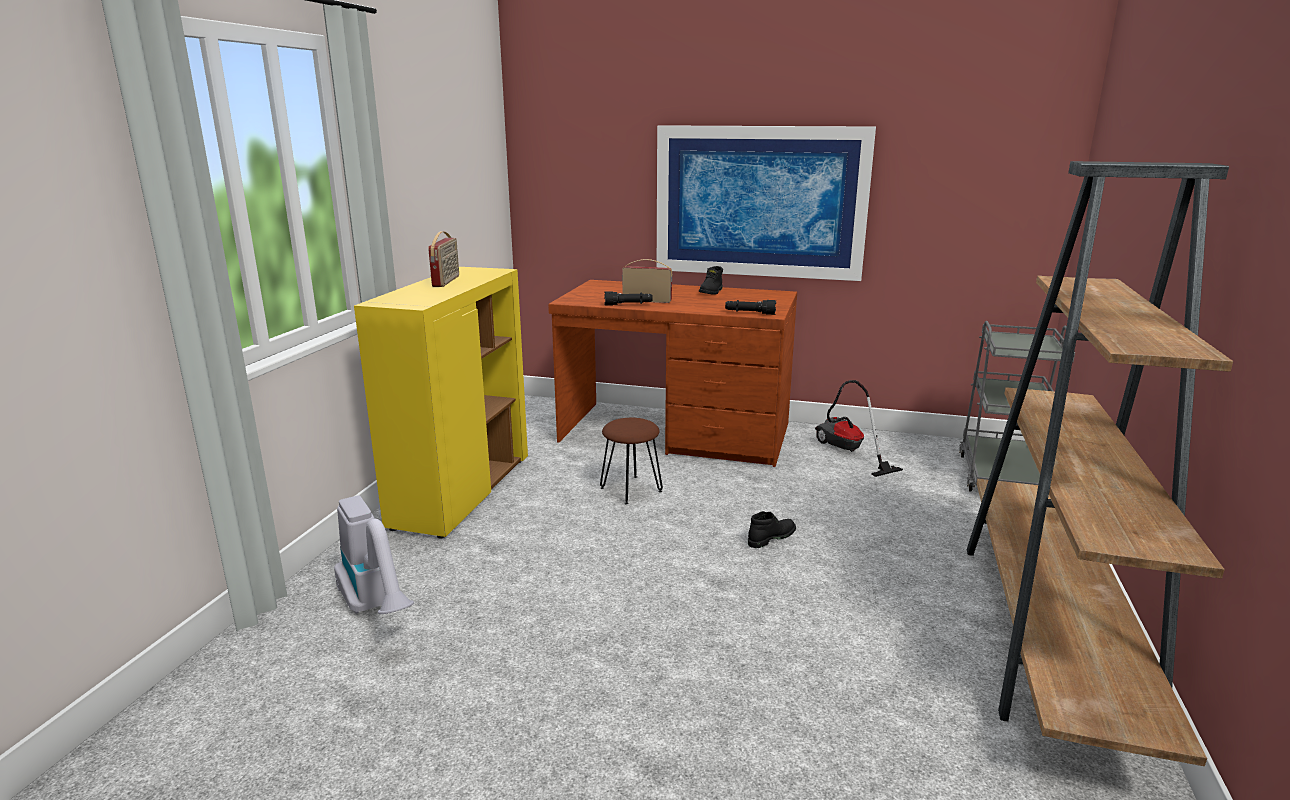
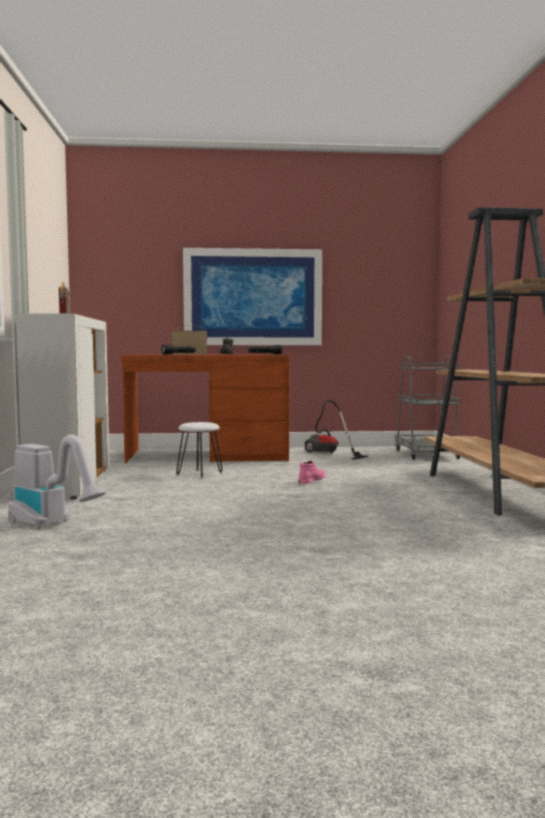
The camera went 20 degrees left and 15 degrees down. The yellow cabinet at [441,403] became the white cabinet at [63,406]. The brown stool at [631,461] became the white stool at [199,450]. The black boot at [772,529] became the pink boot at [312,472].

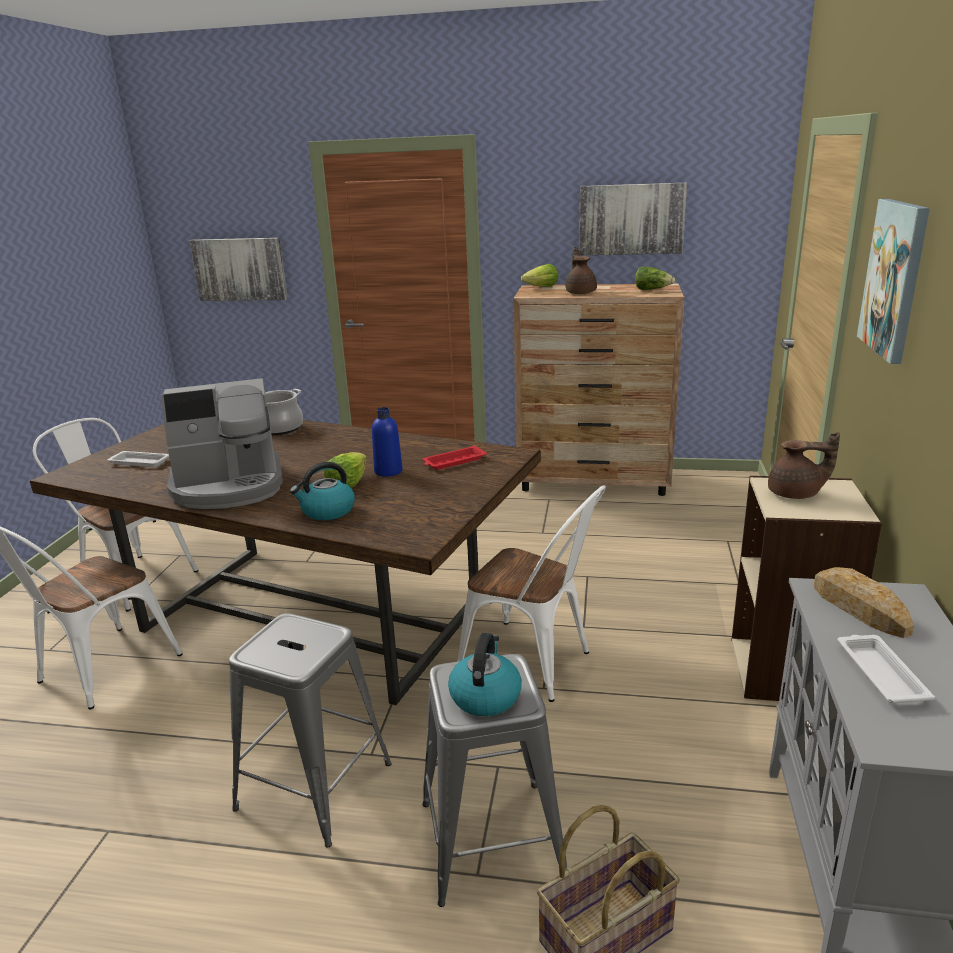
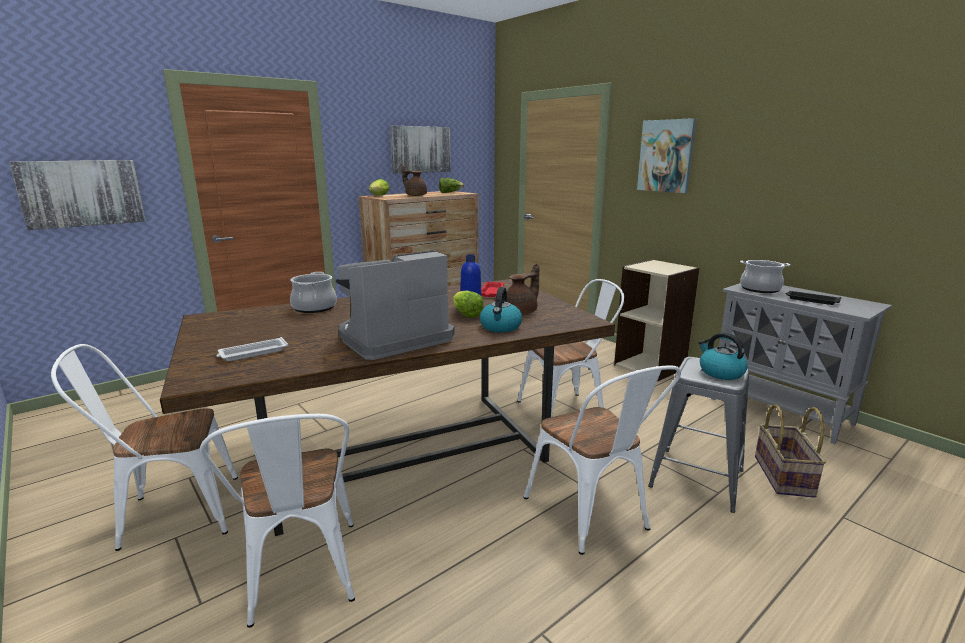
The camera went 50 degrees left and 5 degrees down. The brown teapot moved from [804,465] to [523,289]. The grey stool at [310,730] was replaced by the white chair at [602,460]. The bread at [864,602] was replaced by the cooking pot at [765,276]. The white tray at [886,669] became the black tray at [813,298]. The coffee machine at [222,443] turned 150 degrees counterclockwise.

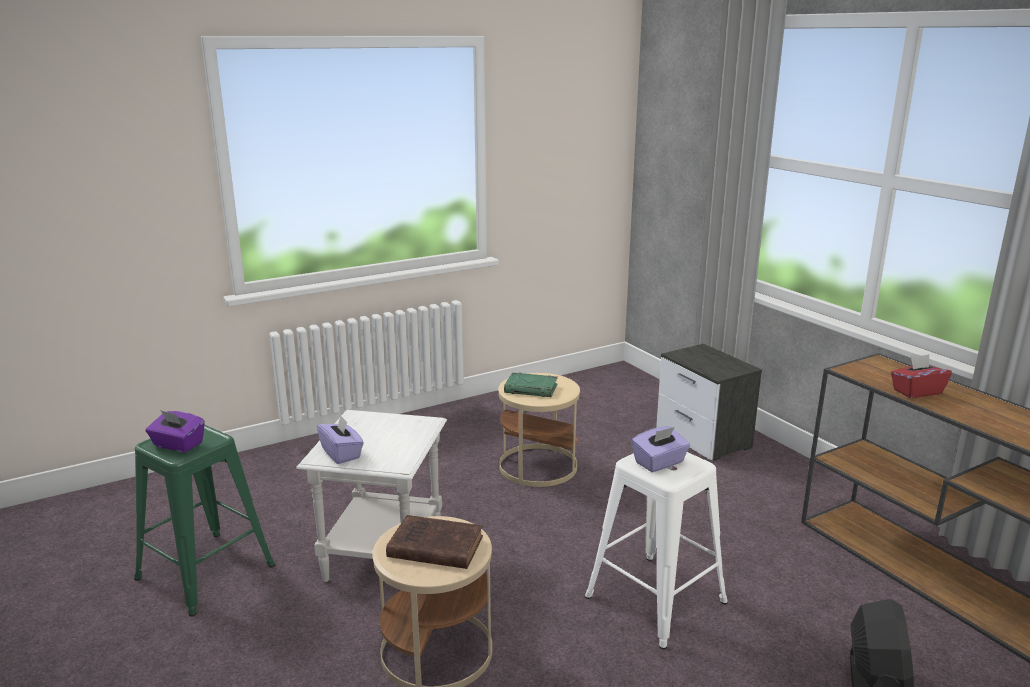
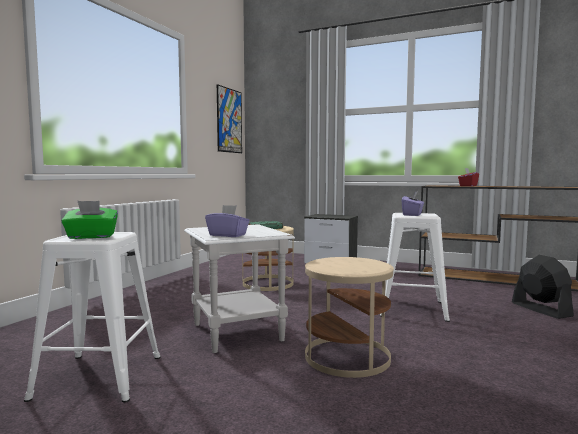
The camera went 35 degrees left and 15 degrees down. The brown book at [434,542] disappeared. The picture at [229,118] appeared. The green stool at [204,521] became the white stool at [92,317]. The purple tissue box at [175,432] became the green tissue box at [89,220].

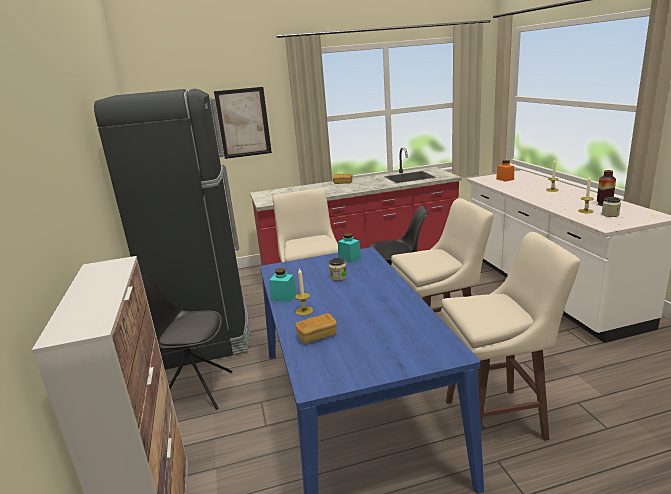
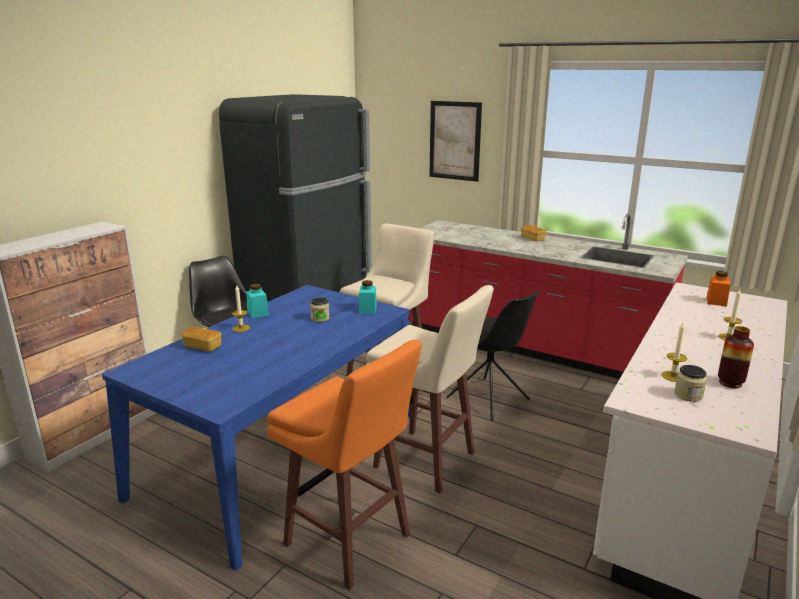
The camera went 45 degrees right and 0 degrees up. The beige stool at [510,336] became the orange stool at [344,465].

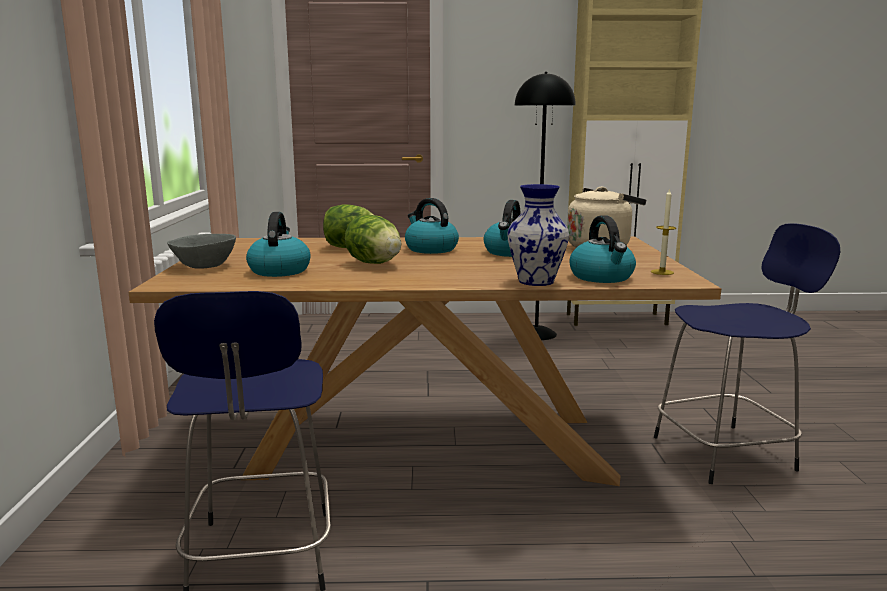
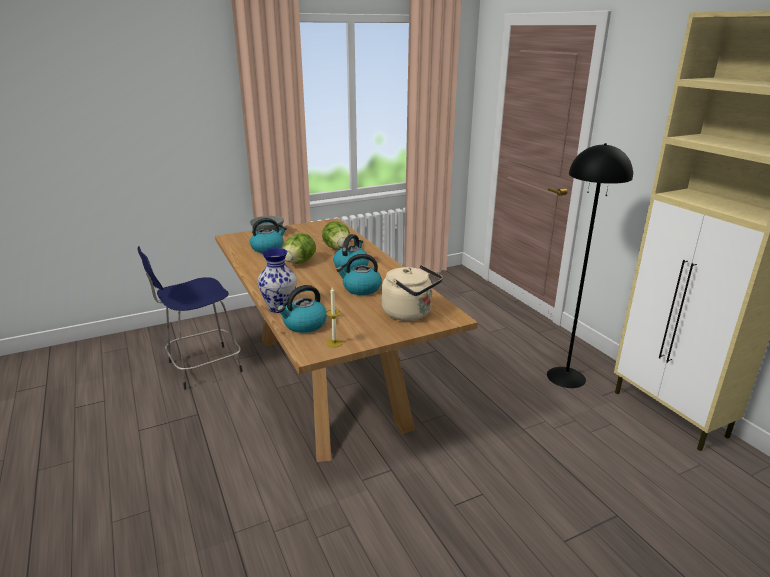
The camera went 65 degrees right and 10 degrees up. The blue stool at [747,353] disappeared.

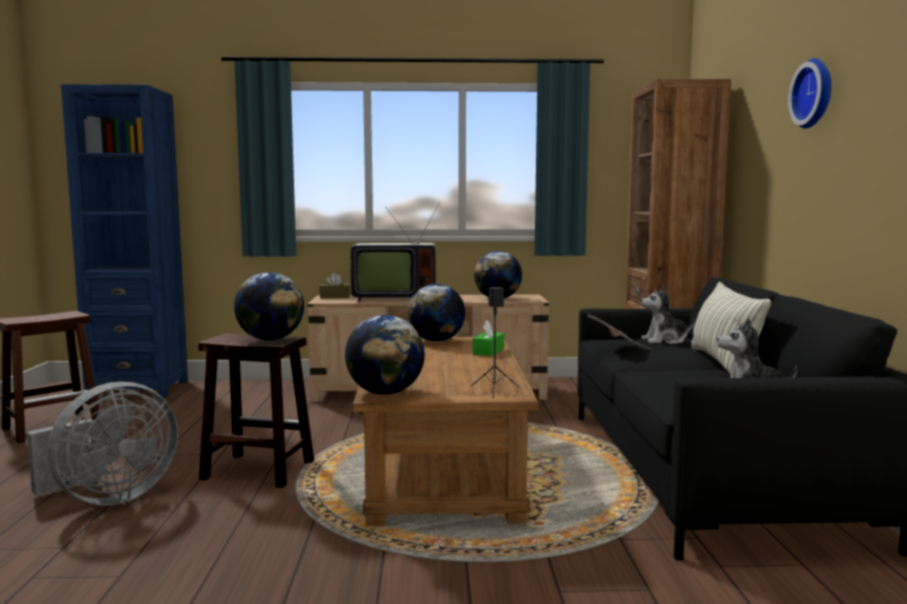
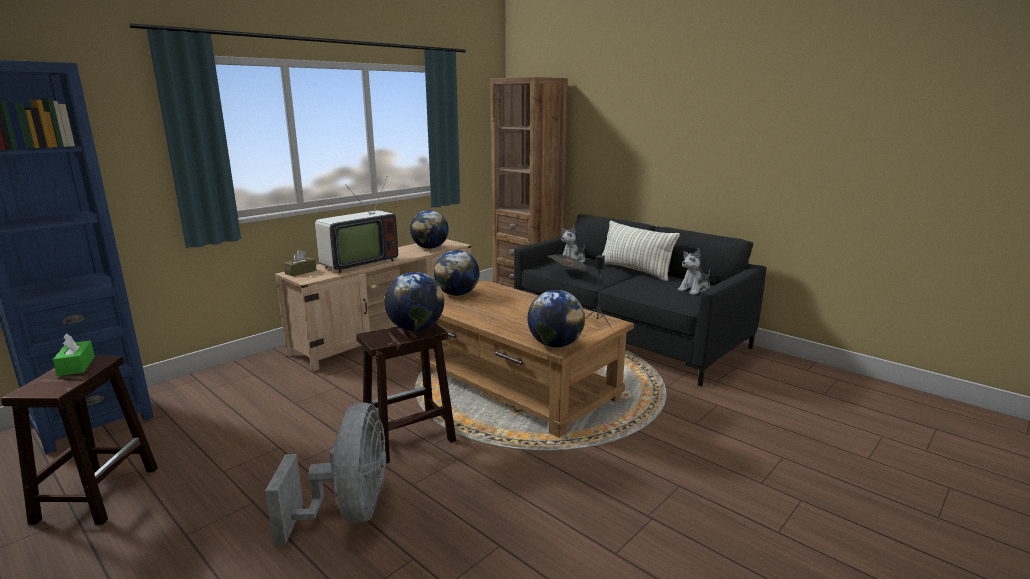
The camera went 45 degrees left and 10 degrees up. The wall clock at [809,93] disappeared. The green tissue box moved from [488,338] to [74,354].

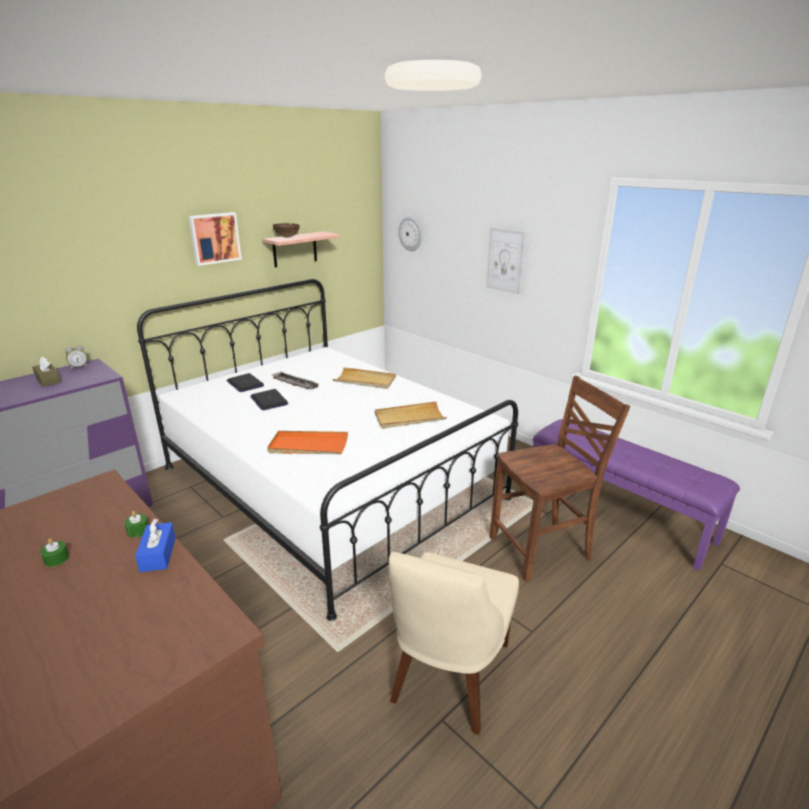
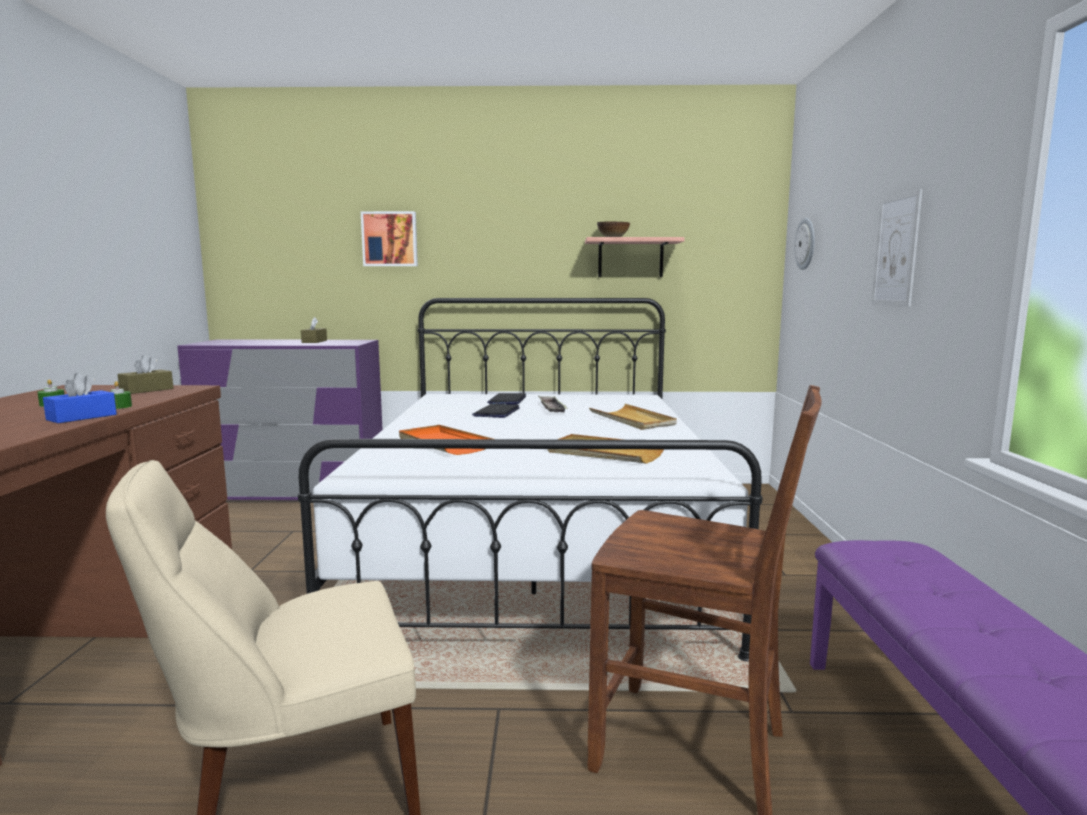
The camera went 45 degrees right and 15 degrees down. The alarm clock at [76,357] disappeared. The brown tissue box at [145,374] appeared. The picture moved from [215,239] to [389,238].

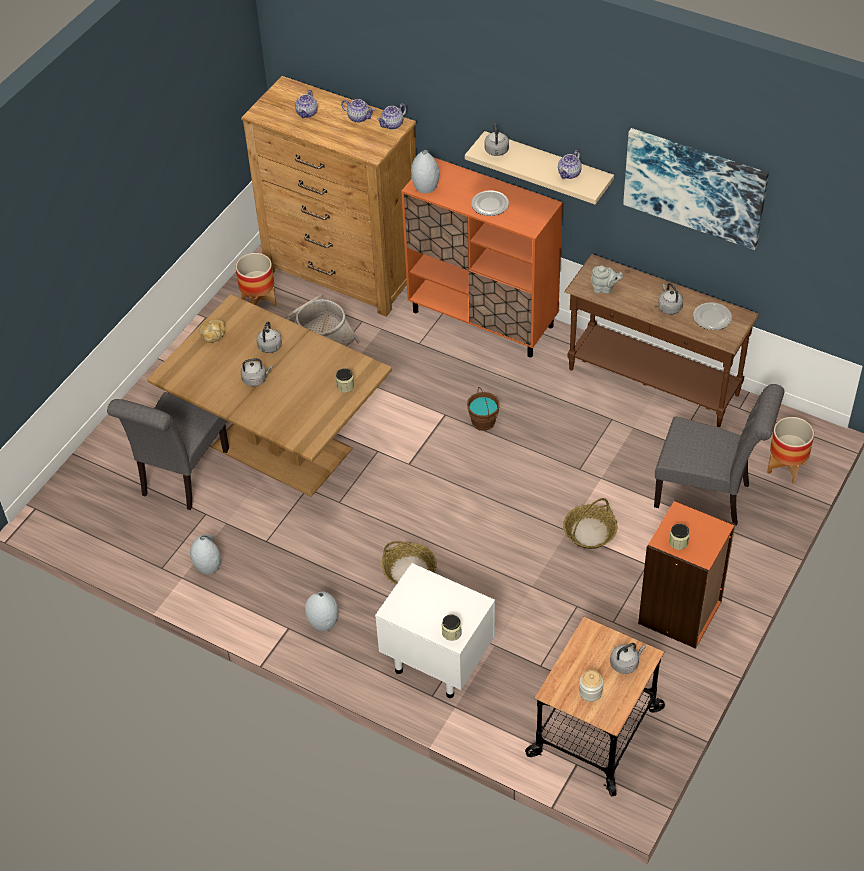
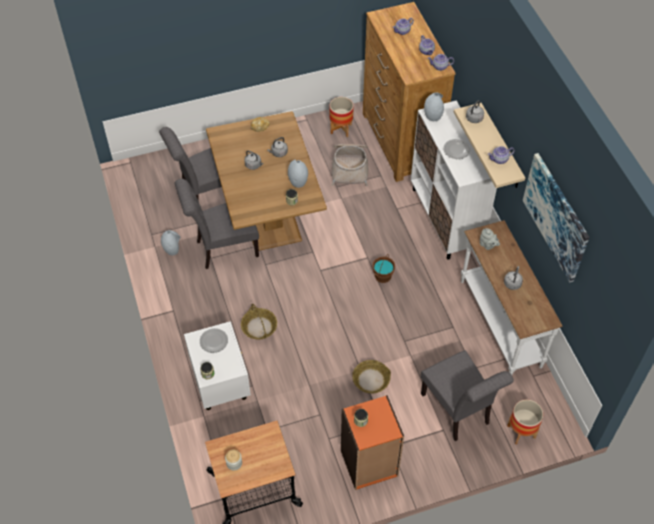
The camera went 40 degrees right and 5 degrees up. The grey kettle at [628,658] disappeared. The grey chair at [217,224] appeared. The grey vase moved from [321,611] to [298,174]. The plate moved from [712,316] to [214,340]. The orange cabinet at [482,257] became the white cabinet at [454,180]. The brown console table at [661,340] became the white console table at [511,297].

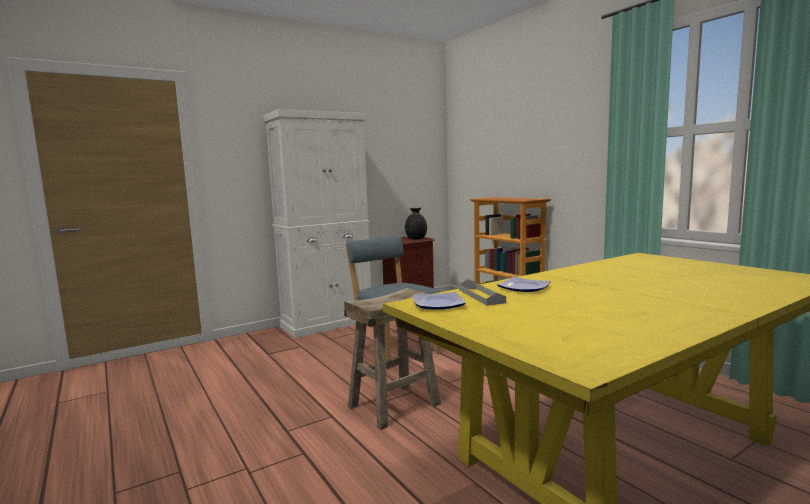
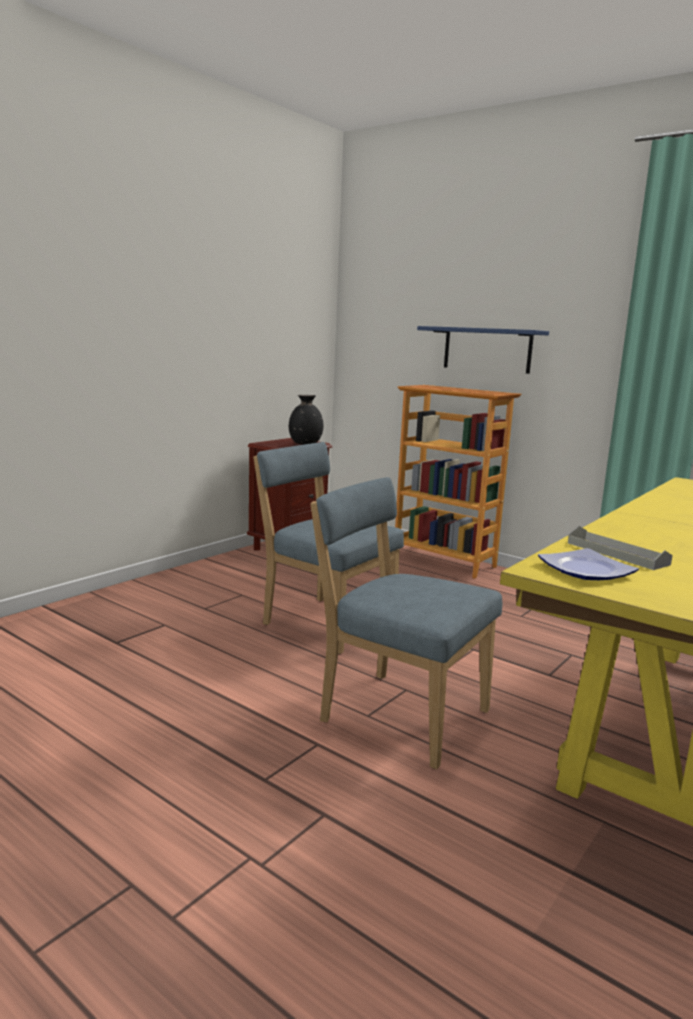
The camera went 20 degrees left and 5 degrees up. The white cabinet at [317,223] disappeared. The plate at [524,284] disappeared. The blue shelf at [483,350] appeared. The beige stool at [392,359] was replaced by the blue chair at [406,623].

